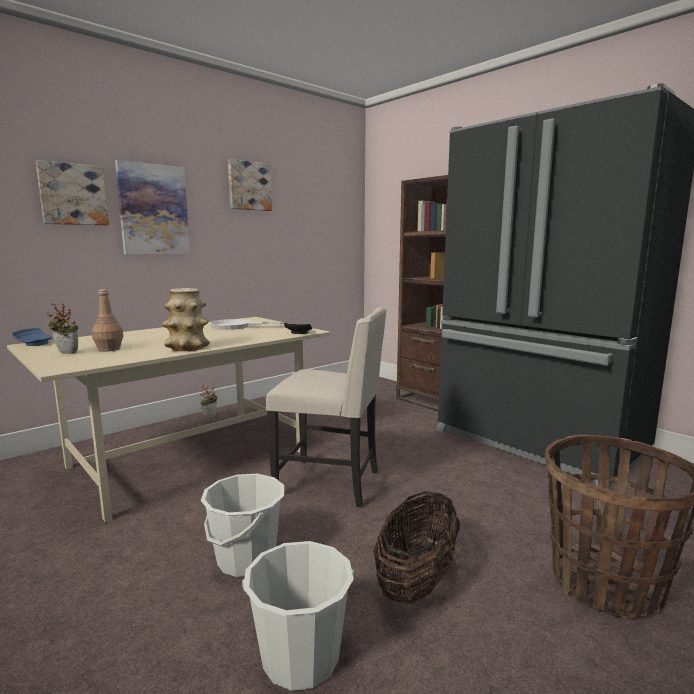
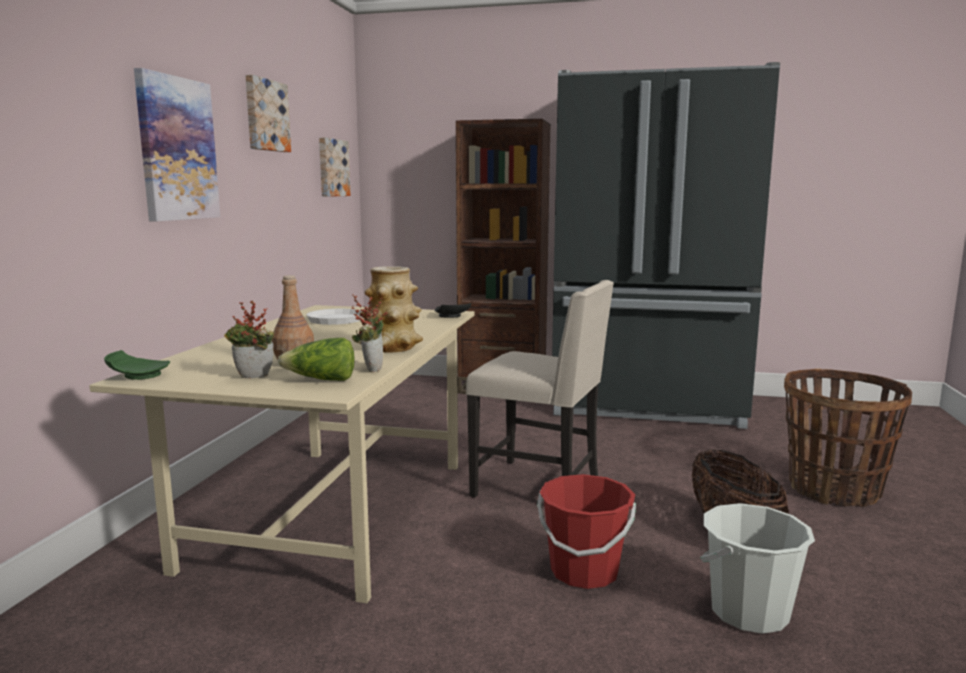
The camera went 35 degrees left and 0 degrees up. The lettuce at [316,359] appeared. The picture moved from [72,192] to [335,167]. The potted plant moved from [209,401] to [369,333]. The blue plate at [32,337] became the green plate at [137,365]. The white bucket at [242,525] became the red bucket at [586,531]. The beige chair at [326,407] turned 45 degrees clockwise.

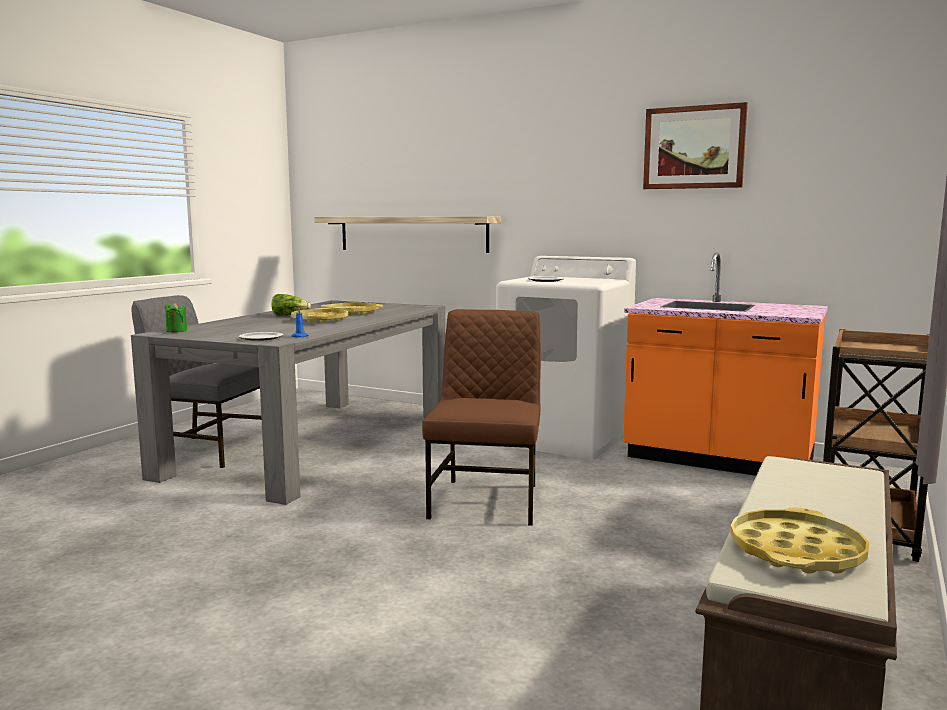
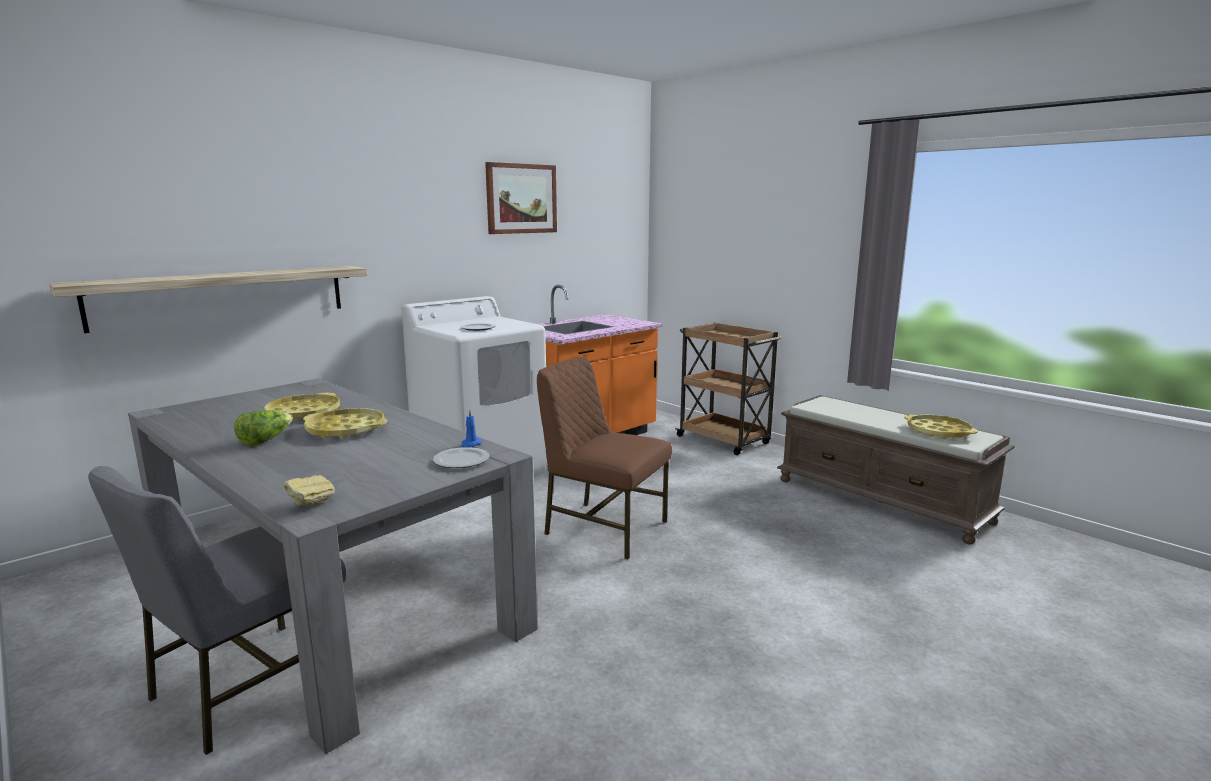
The camera went 70 degrees left and 5 degrees up. The green candle at [176,317] was replaced by the bread at [309,490].

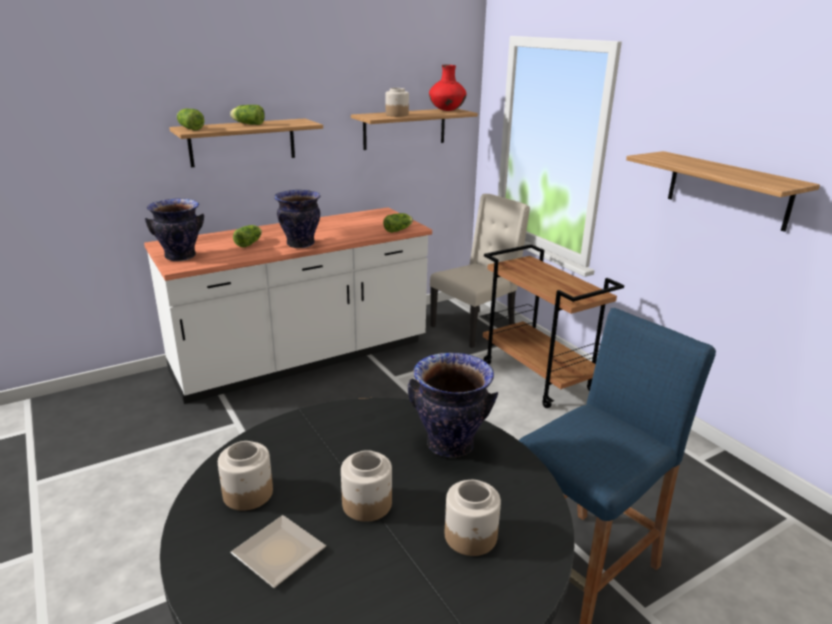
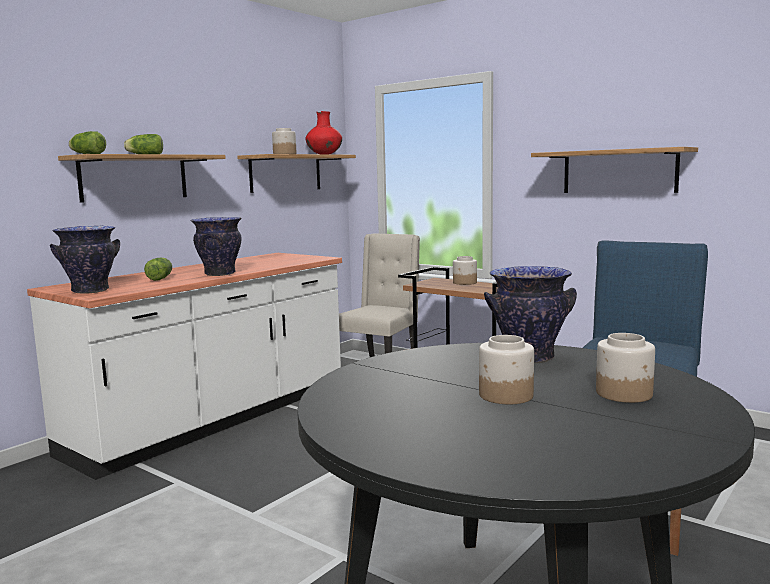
The camera went 20 degrees left and 15 degrees down. The plate at [278,551] disappeared. The lettuce at [398,223] disappeared. The jar moved from [245,476] to [465,270].

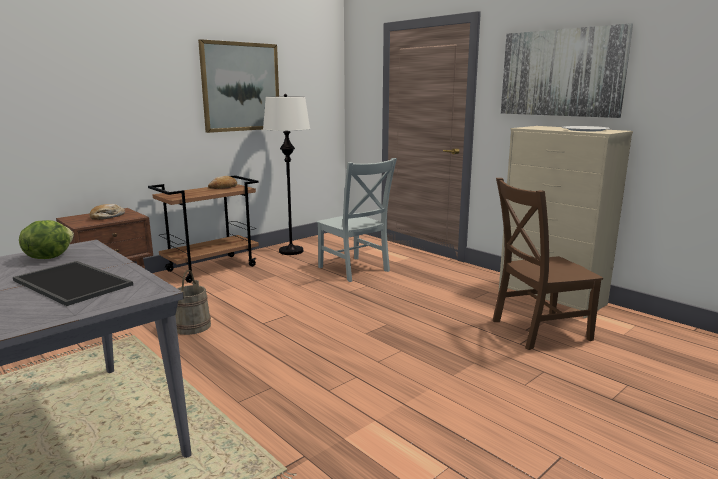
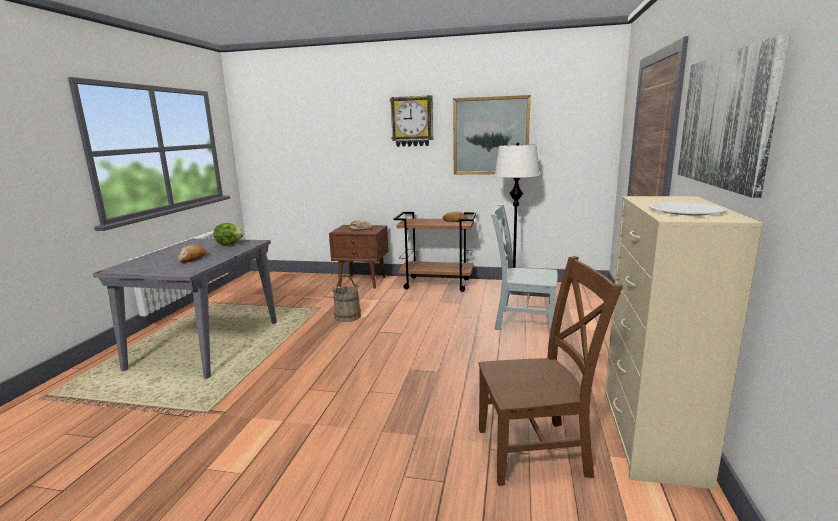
The camera went 55 degrees right and 0 degrees up. The wall clock at [411,121] appeared. The tray at [73,283] was replaced by the bread at [192,254]. The grey chair at [356,220] turned 90 degrees clockwise. The brown chair at [548,264] turned 135 degrees clockwise.

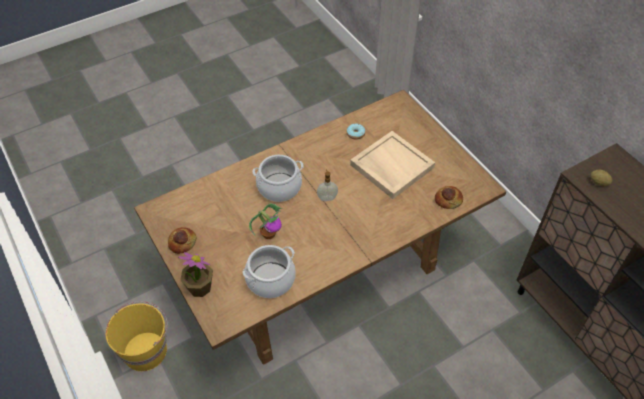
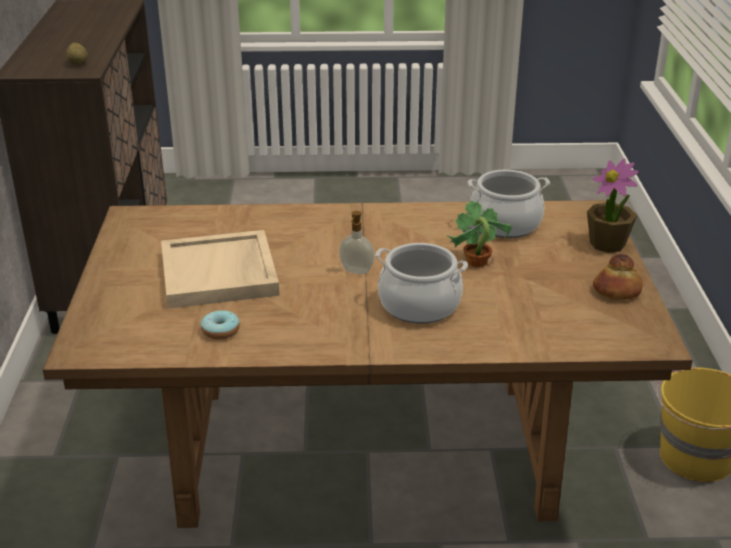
The camera went 150 degrees left and 20 degrees down. The bread at [449,197] disappeared.

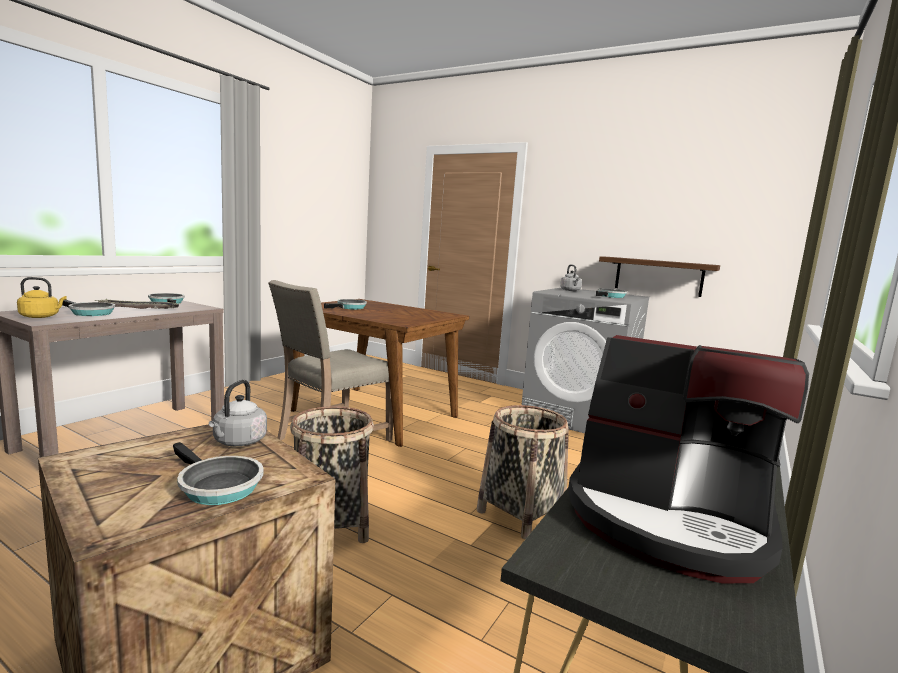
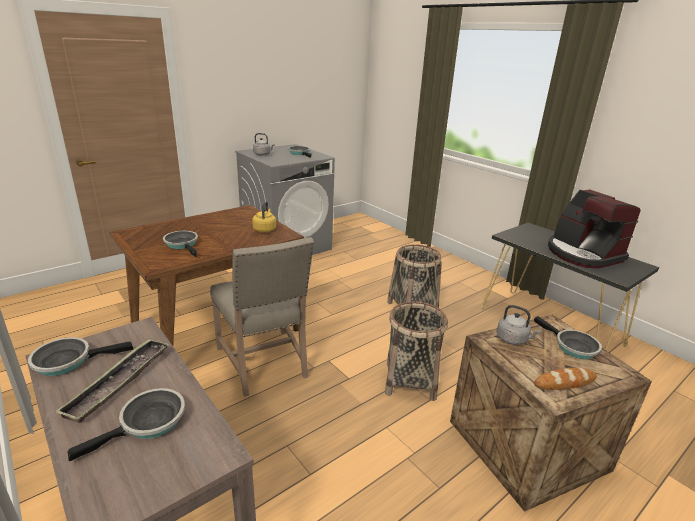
The camera went 70 degrees left and 15 degrees up. The shelf at [659,277] disappeared. The bread at [565,379] appeared. The yellow kettle moved from [42,297] to [264,216]. The frying pan at [218,473] turned 90 degrees clockwise. The coffee machine at [688,459] turned 105 degrees clockwise.

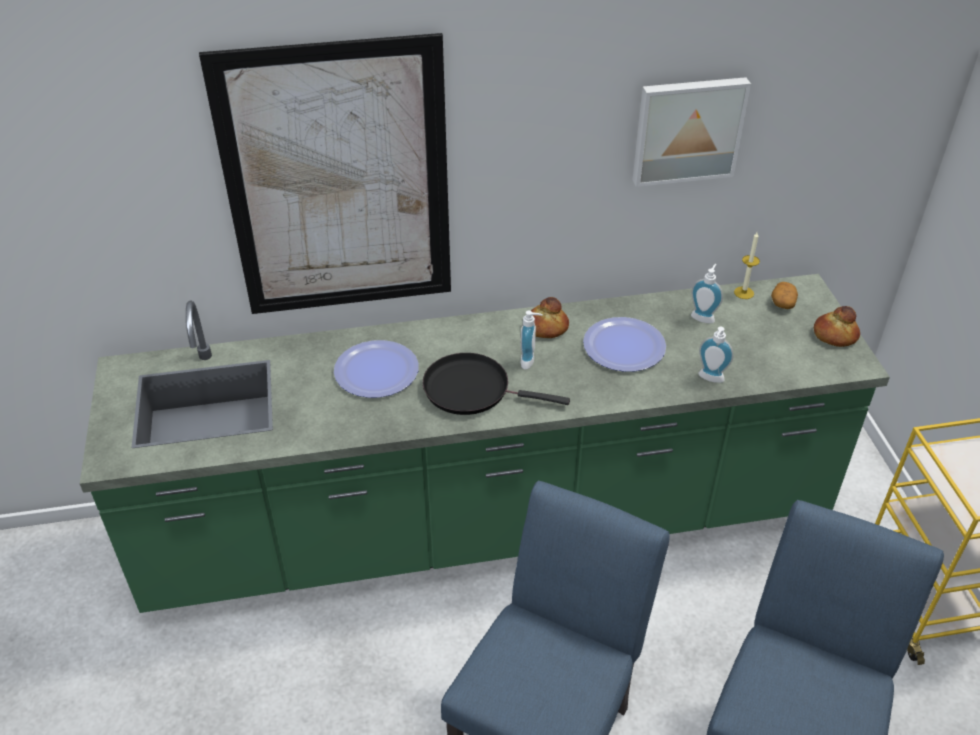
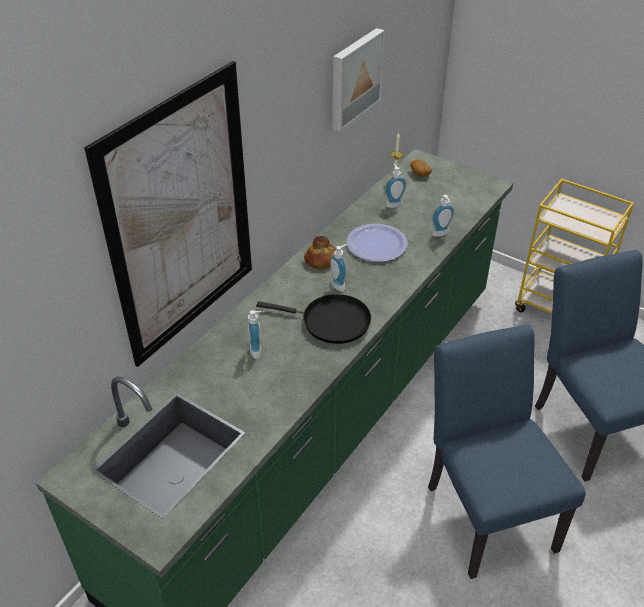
The camera went 45 degrees left and 0 degrees up. The bread at [837,326] disappeared. The plate at [376,369] was replaced by the soap dispenser at [256,334]. The black frying pan at [496,384] turned 135 degrees counterclockwise.

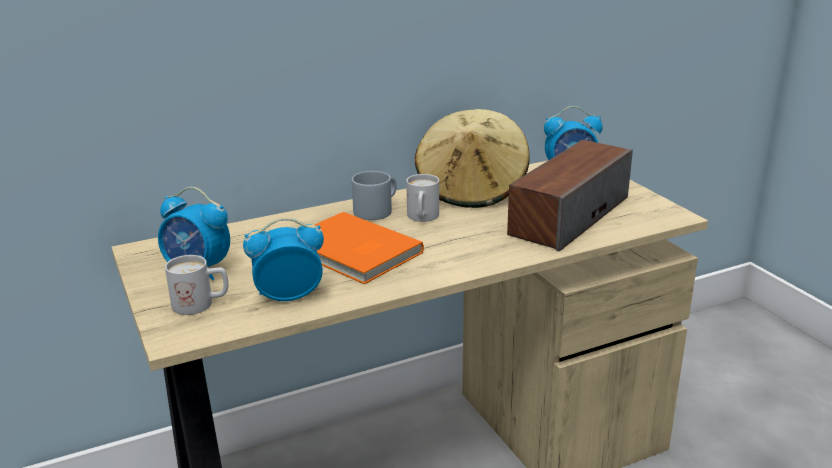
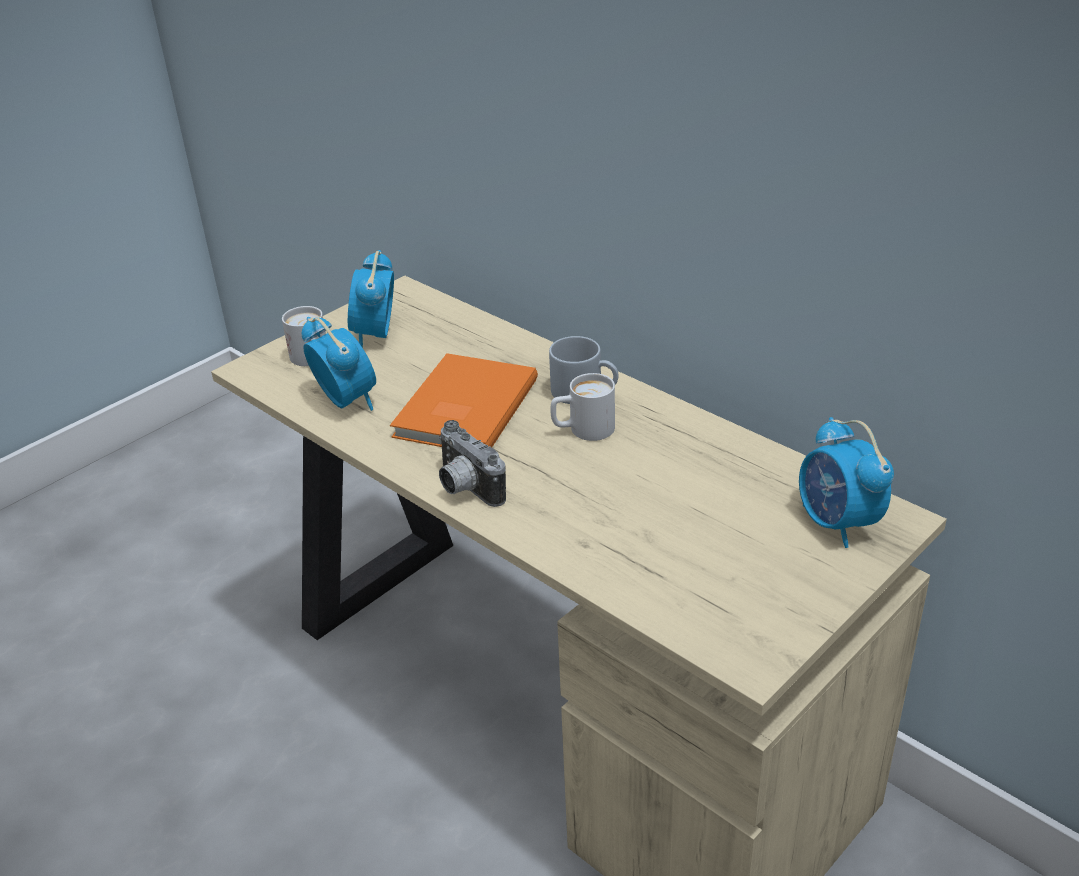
The camera went 70 degrees right and 10 degrees up. The beige hat at [472,158] disappeared. The speaker at [570,196] disappeared. The photo camera at [472,463] appeared.

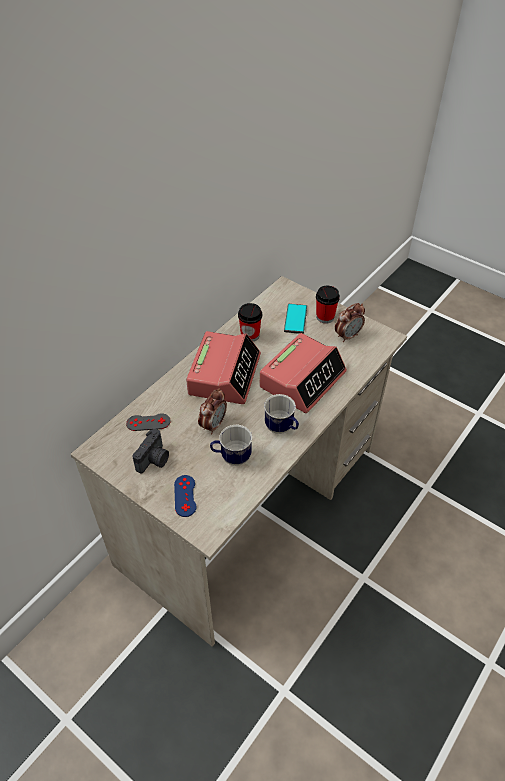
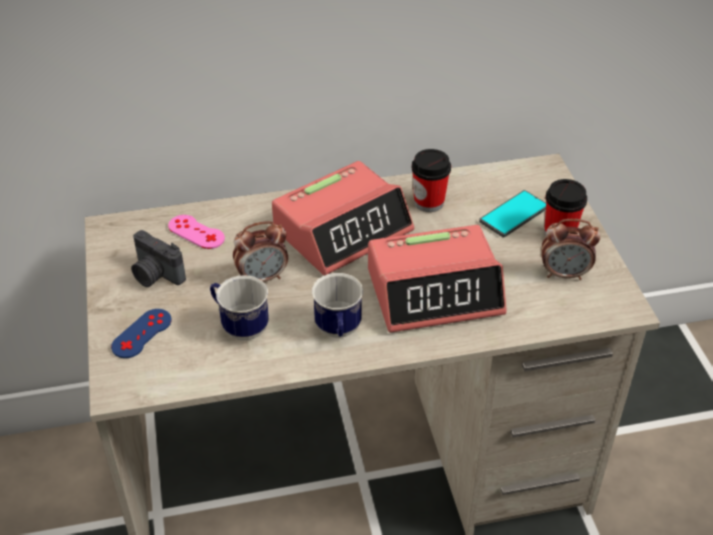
The camera went 40 degrees right and 5 degrees down. The grey game controller at [148,422] became the pink game controller at [196,232]. The photo camera at [150,451] turned 60 degrees clockwise.

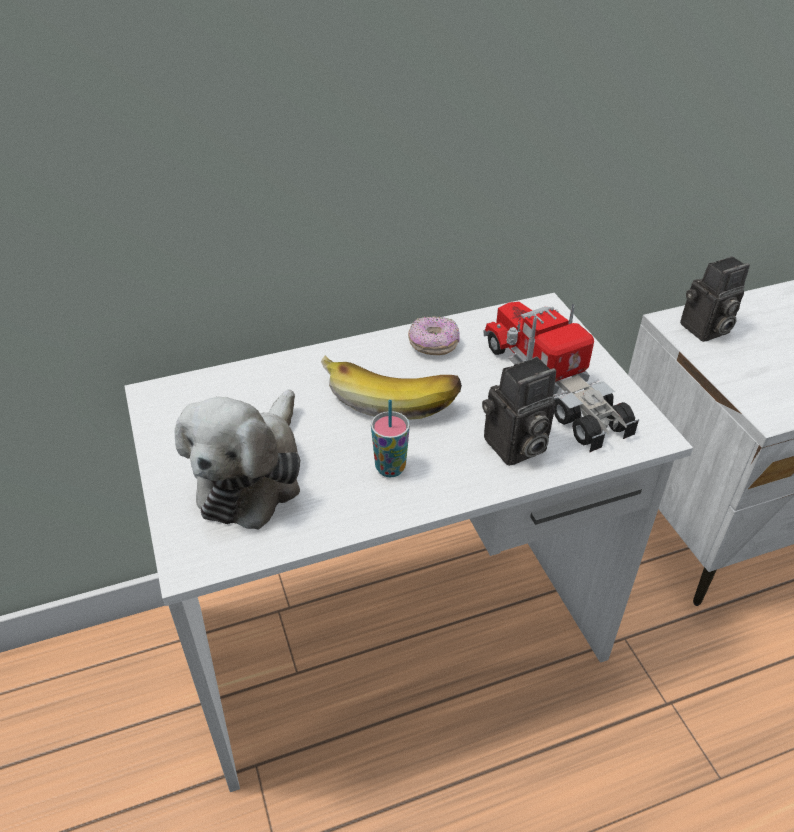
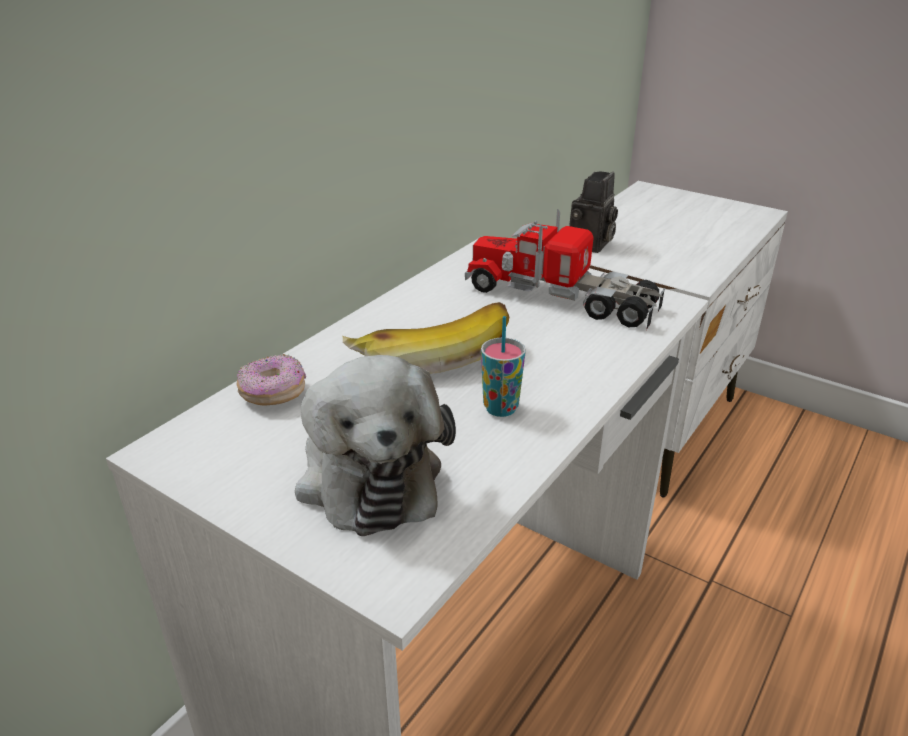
The camera went 35 degrees left and 10 degrees down. The photo camera at [519,411] disappeared. The donut moved from [434,335] to [271,380].

